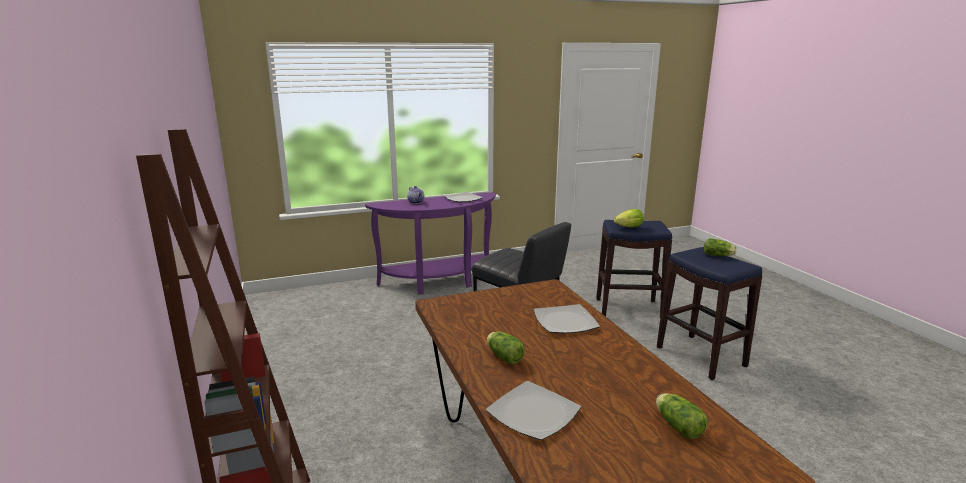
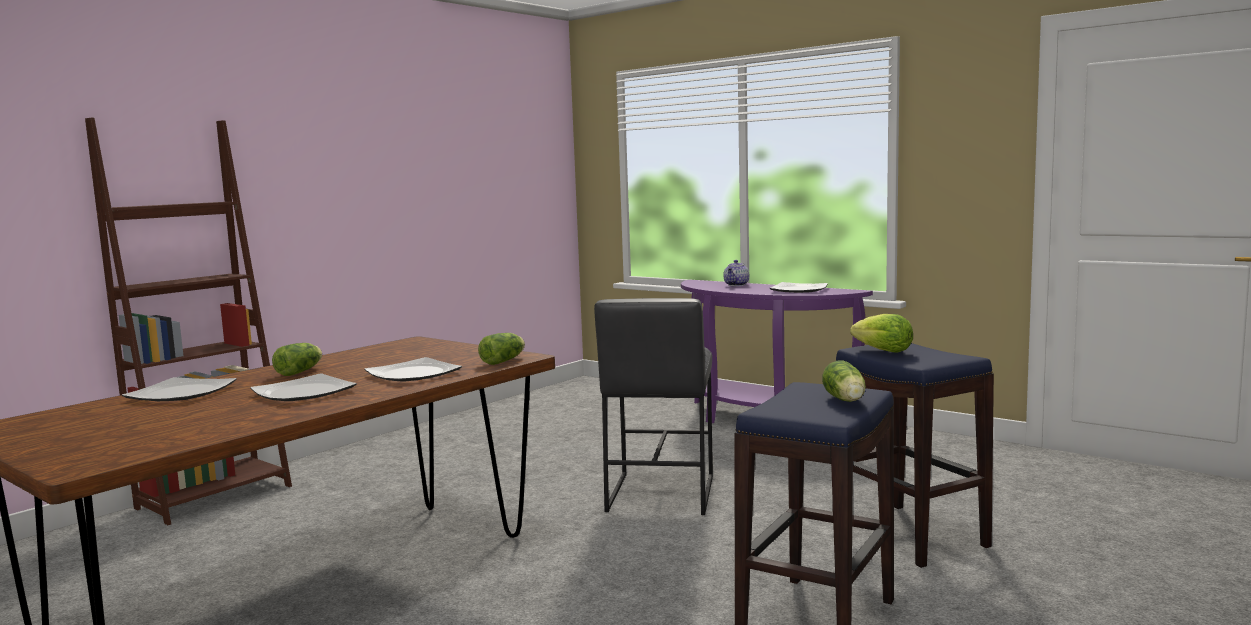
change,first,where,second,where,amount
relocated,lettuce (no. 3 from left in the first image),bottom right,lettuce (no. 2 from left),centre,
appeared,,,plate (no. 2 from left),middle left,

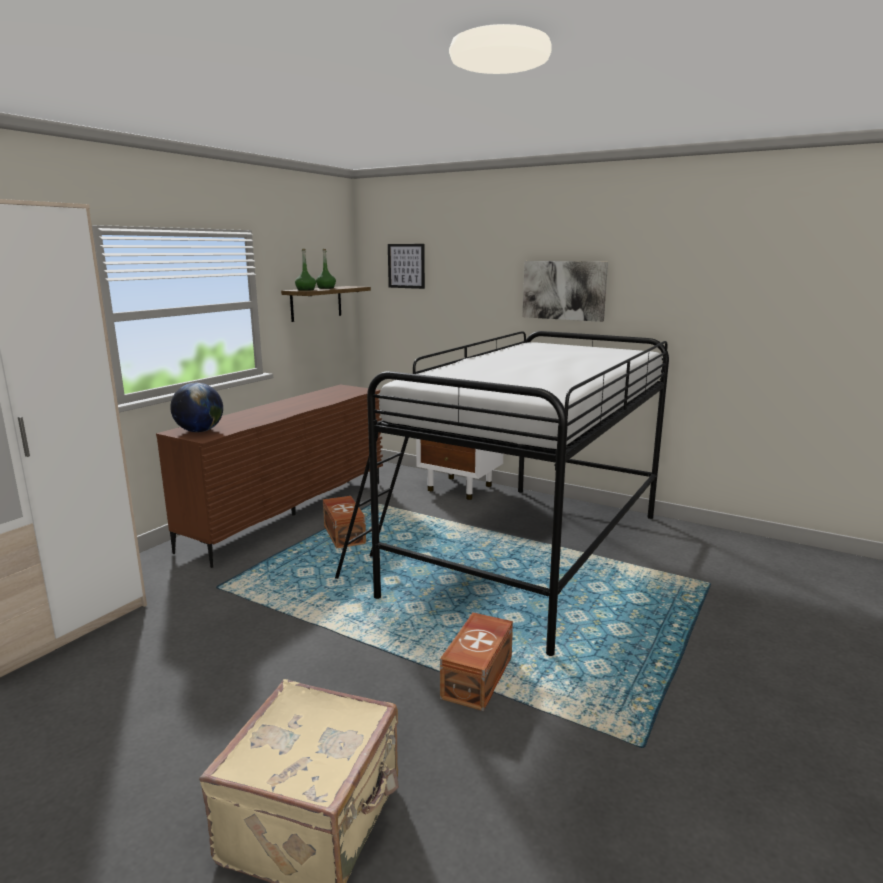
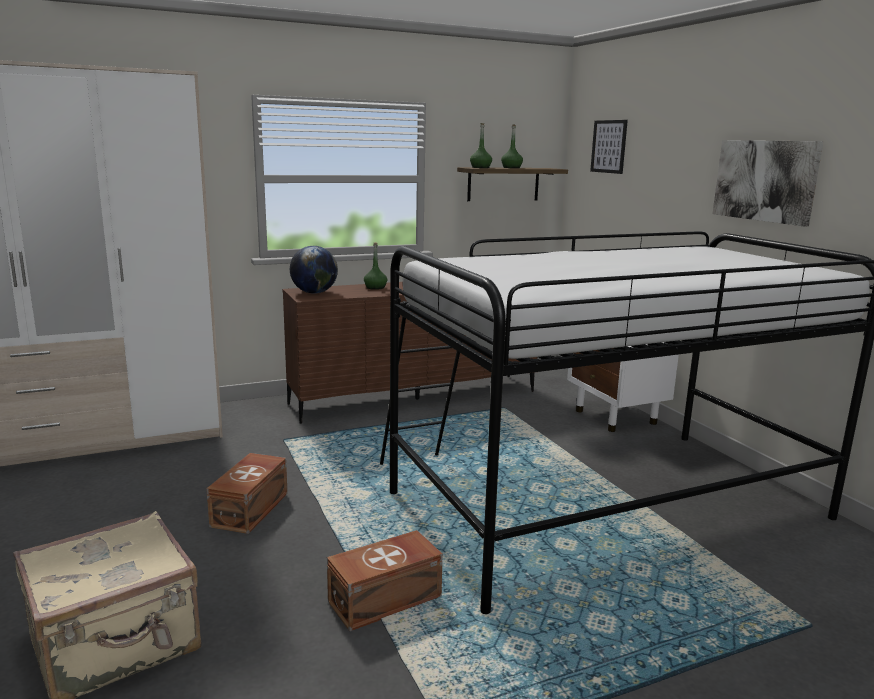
change,first,where,second,where,amount
relocated,brown storage box (no. 1 from left),centre,,bottom left,
appeared,,,green bottle (no. 1 from left),centre,

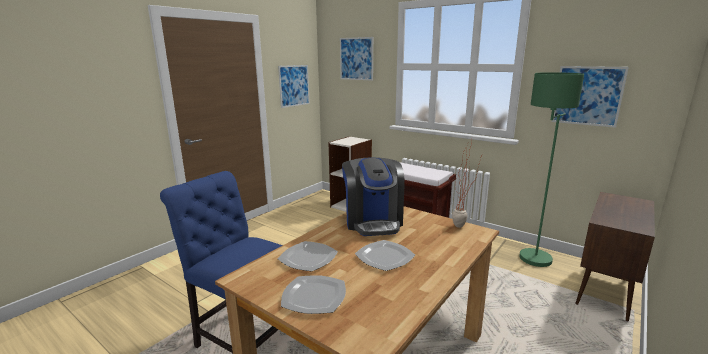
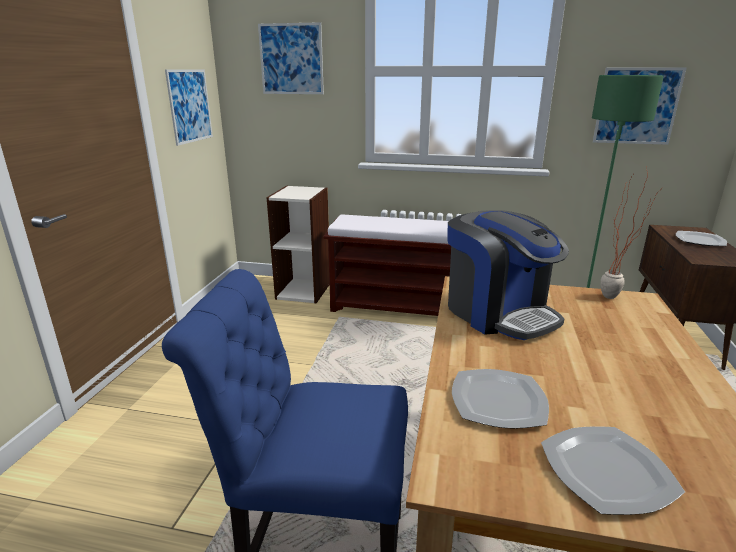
change,first,where,second,where,amount
relocated,plate (no. 3 from left),bottom centre,,middle right,

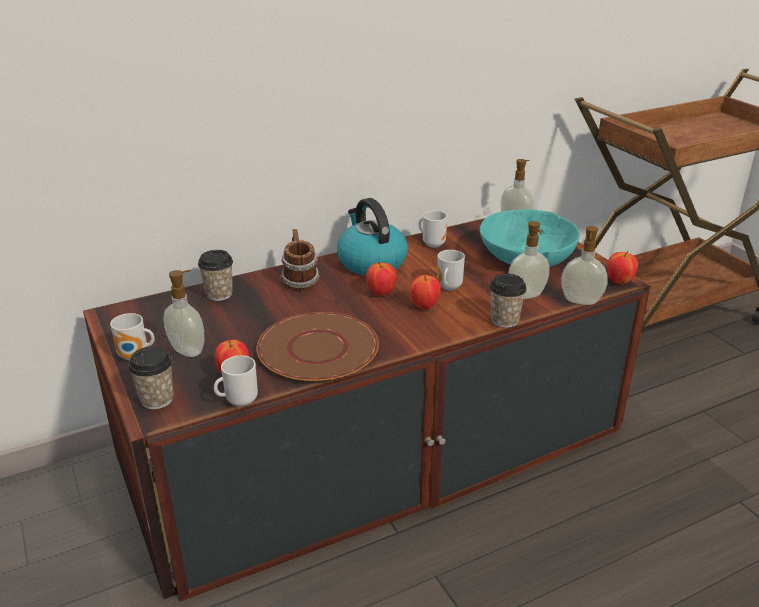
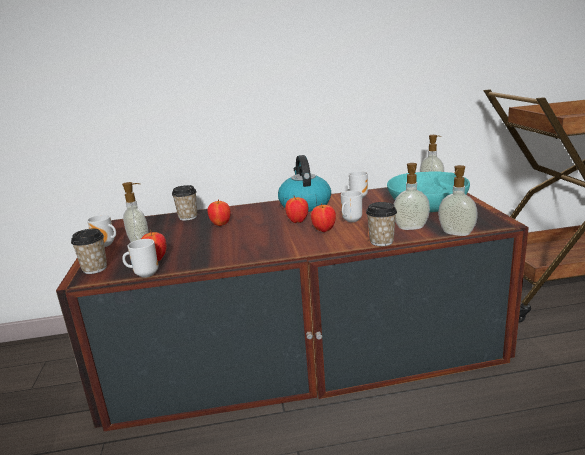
change,first,where,second,where,amount
missing,mug (no. 3 from left),centre,,,
relocated,apple (no. 4 from left in the first image),middle right,apple (no. 2 from left),centre,
missing,brown plate,centre,,,

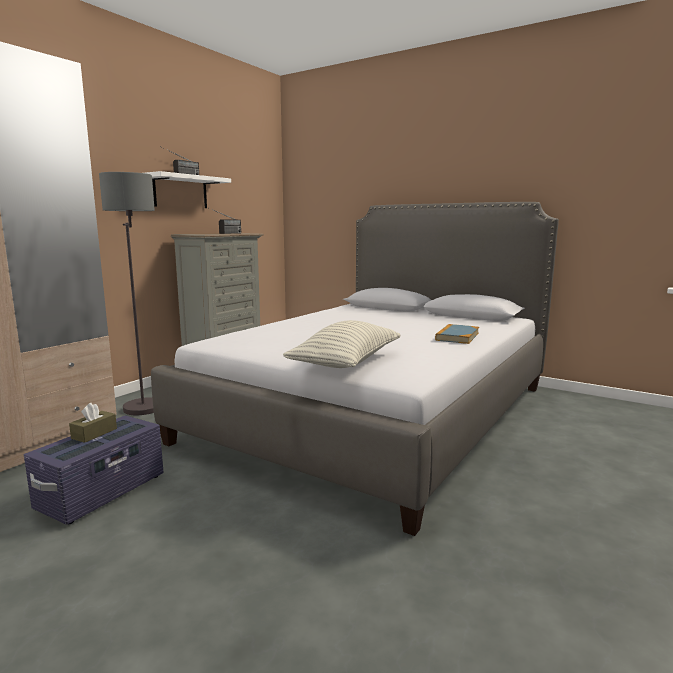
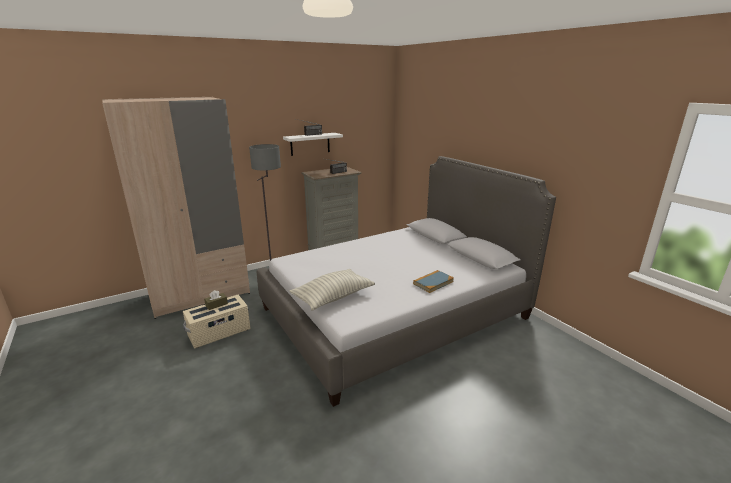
change,first,where,second,where,amount
colour,purple storage box,bottom left,beige storage box,middle left,

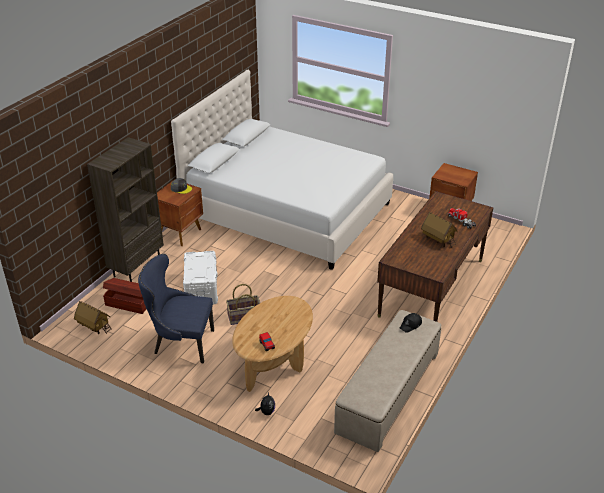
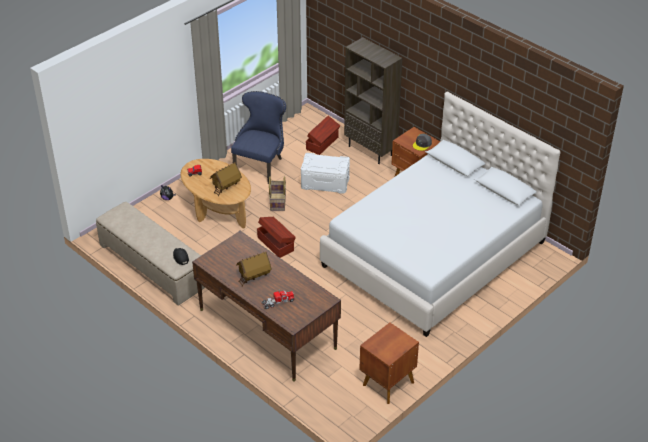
change,first,where,second,where,amount
relocated,toy house (no. 1 from left),middle left,,centre,
appeared,,,brown storage box (no. 1 from left),centre,

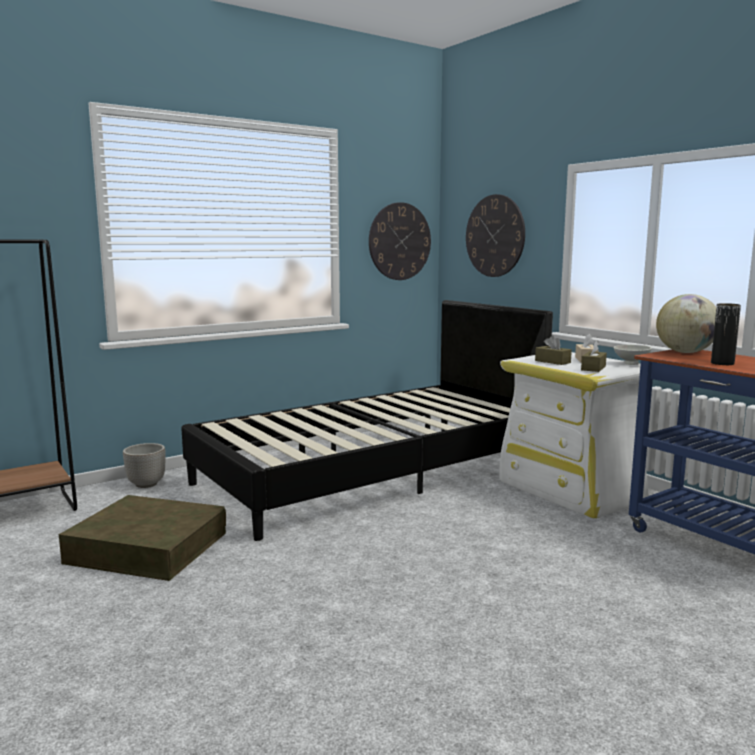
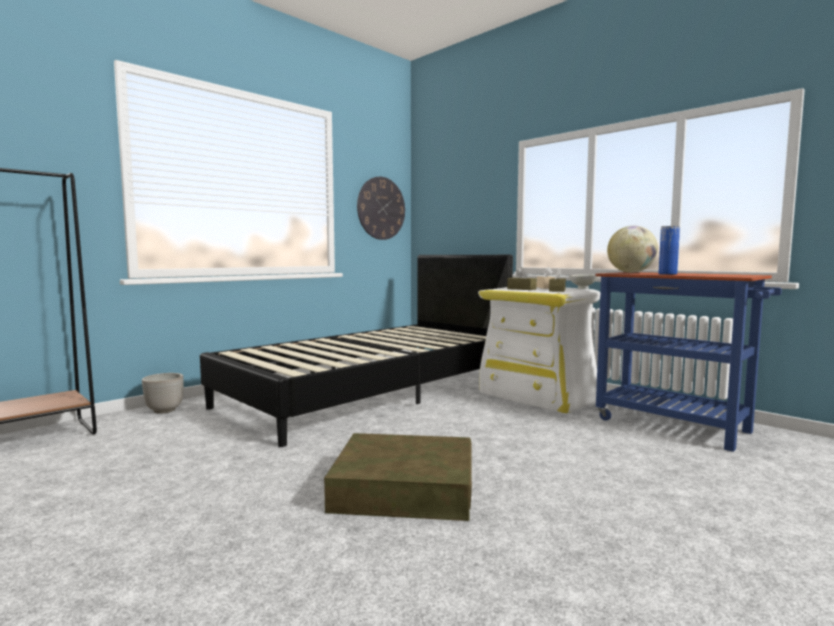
change,first,where,second,where,amount
missing,wall clock (no. 2 from left),top centre,,,
colour,black vase,middle right,blue vase,middle right,
relocated,brown storage box,bottom left,,bottom centre,

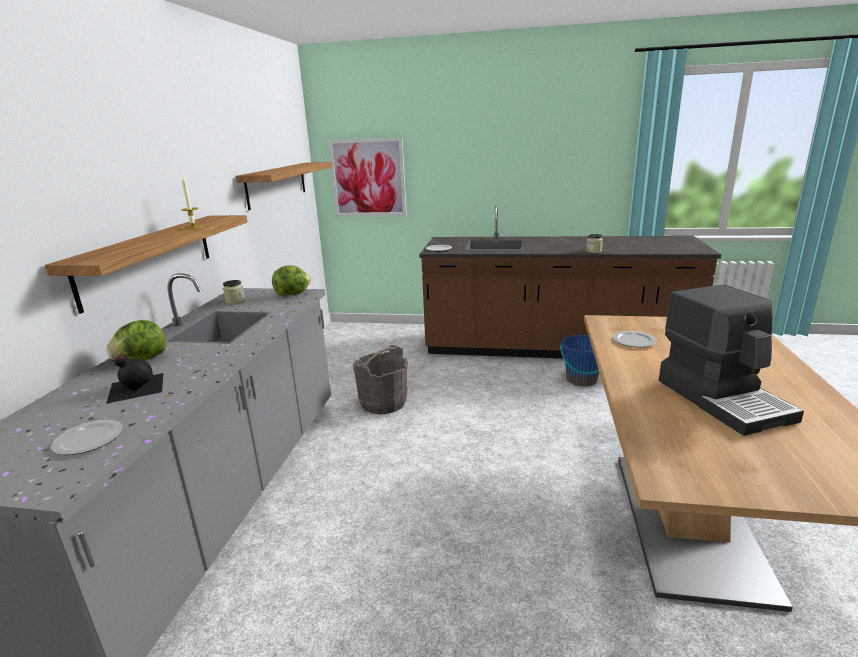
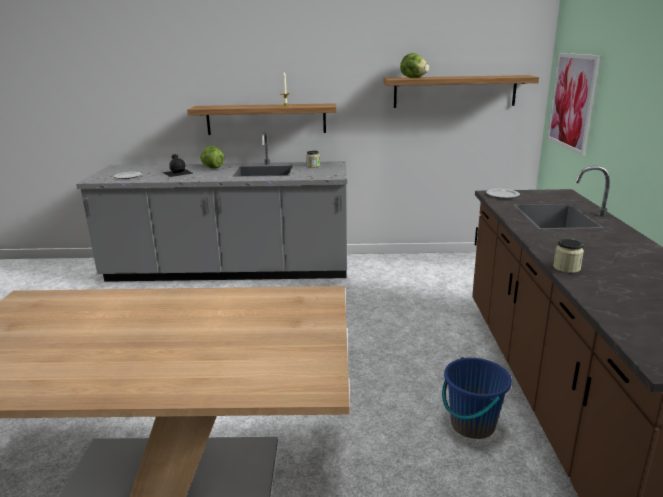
change,first,where,second,where,amount
relocated,lettuce (no. 2 from left),centre,,top centre,
missing,coffee machine,middle right,,,
missing,plate (no. 3 from left),middle right,,,
missing,grey bucket,centre,,,

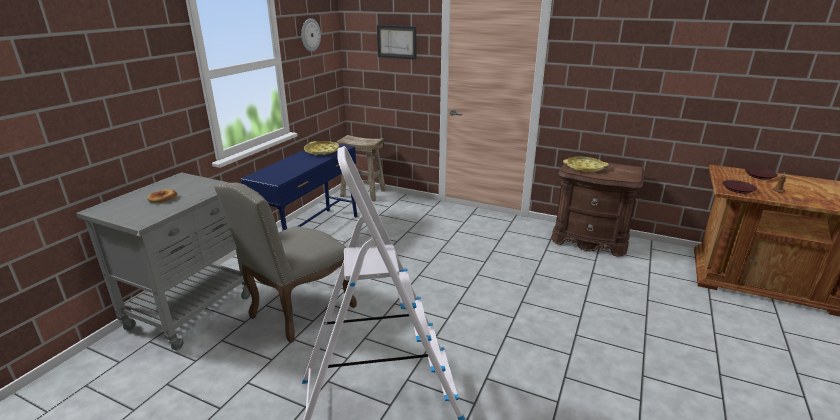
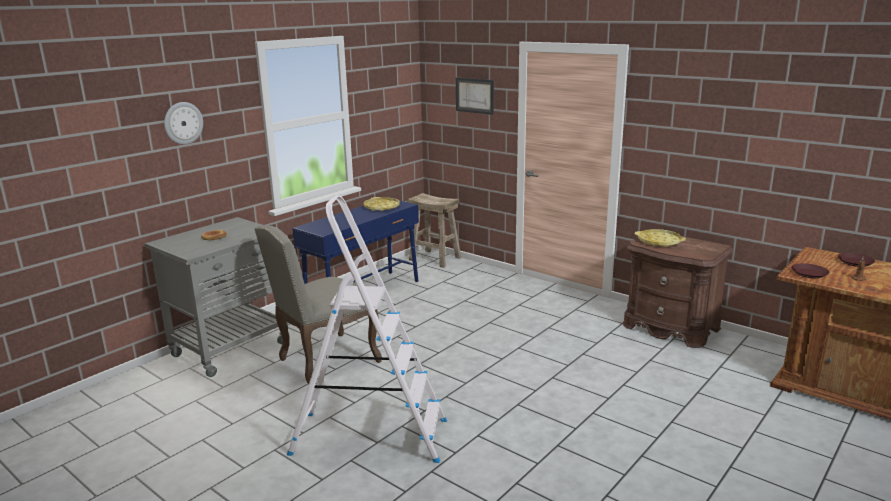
change,first,where,second,where,amount
relocated,wall clock,top centre,,top left,

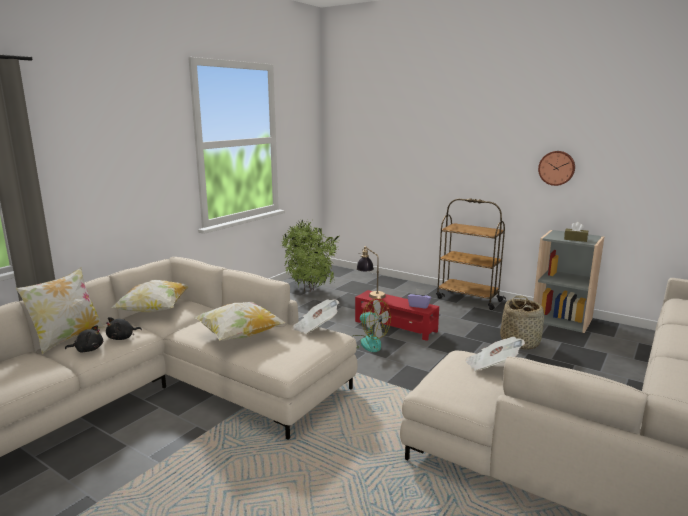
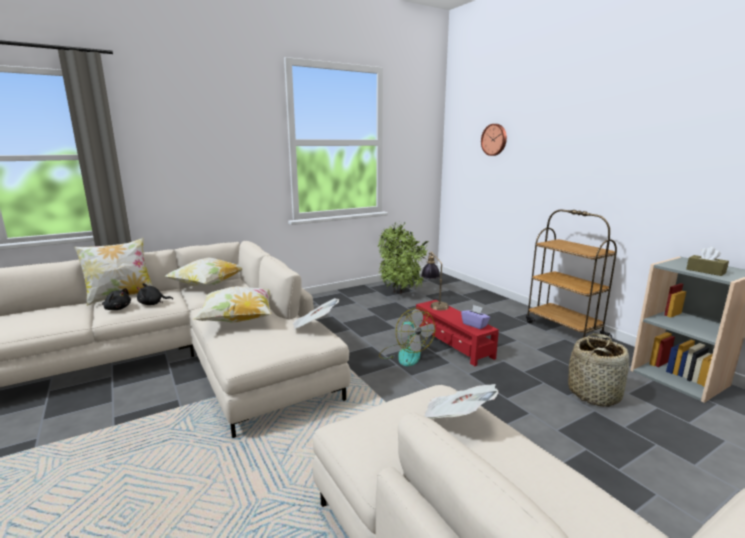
change,first,where,second,where,amount
relocated,wall clock,top right,,top centre,

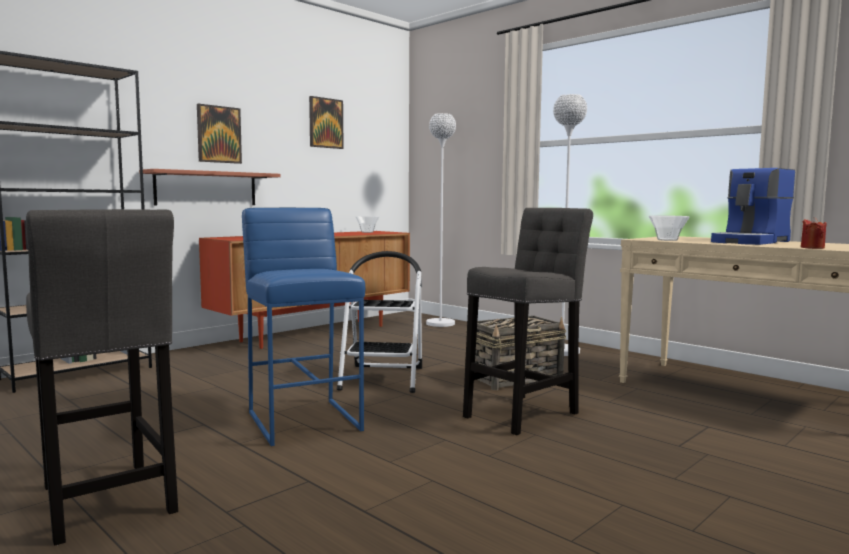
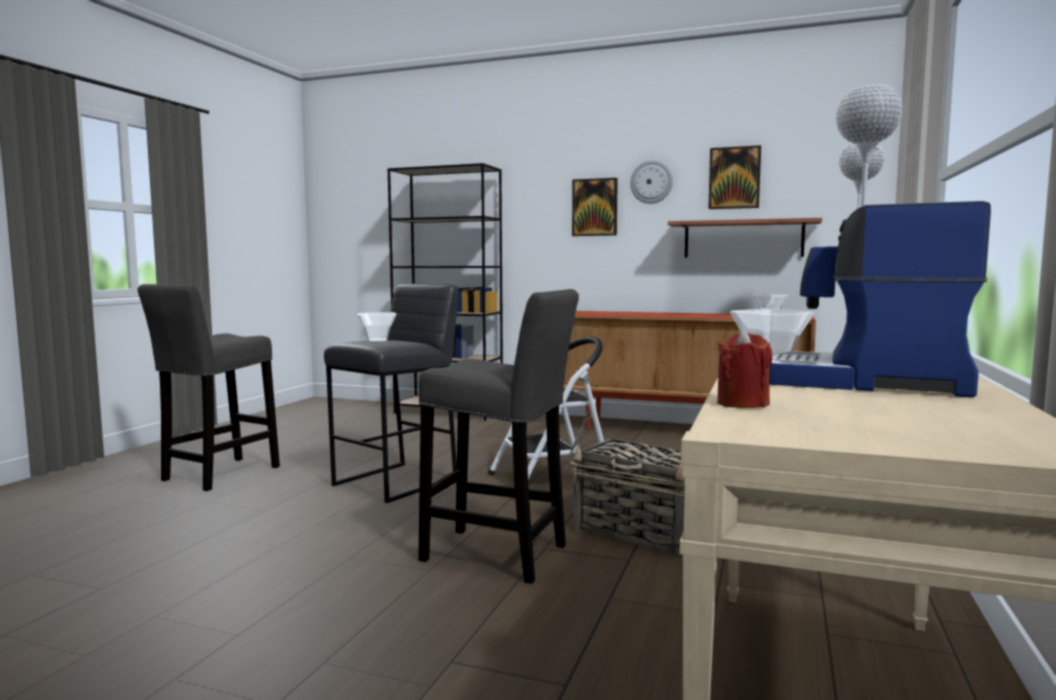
change,first,where,second,where,amount
relocated,shelf,middle left,,middle right,
colour,blue stool,centre,grey stool (no. 2 from left),centre,
appeared,,,wall clock,top centre,
appeared,,,bowl (no. 1 from left),centre,

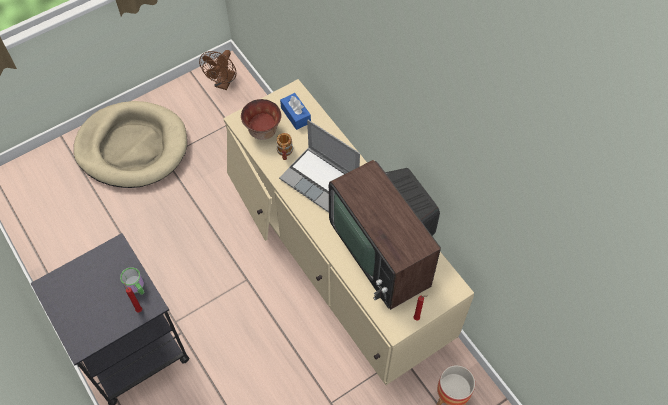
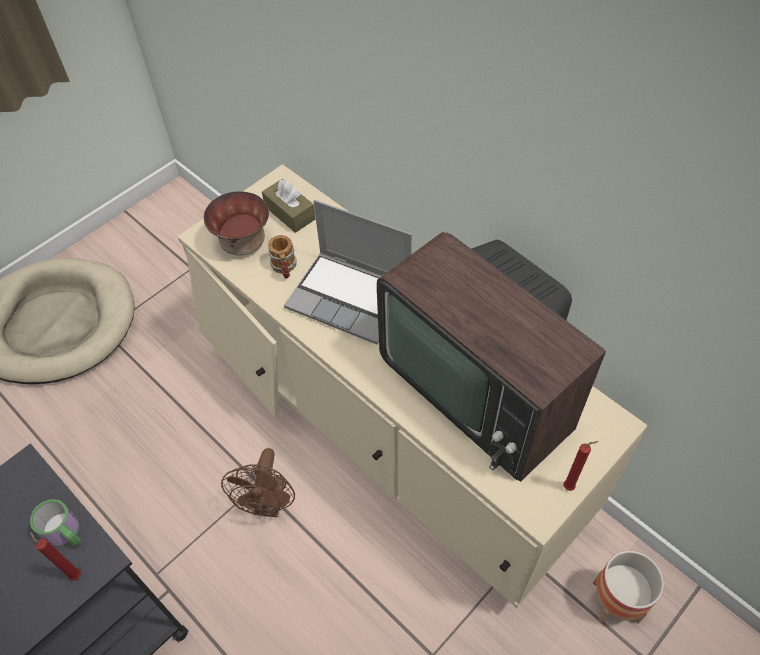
change,first,where,second,where,amount
relocated,brown fan,top left,,bottom centre,
colour,blue tissue box,top centre,brown tissue box,top centre,

